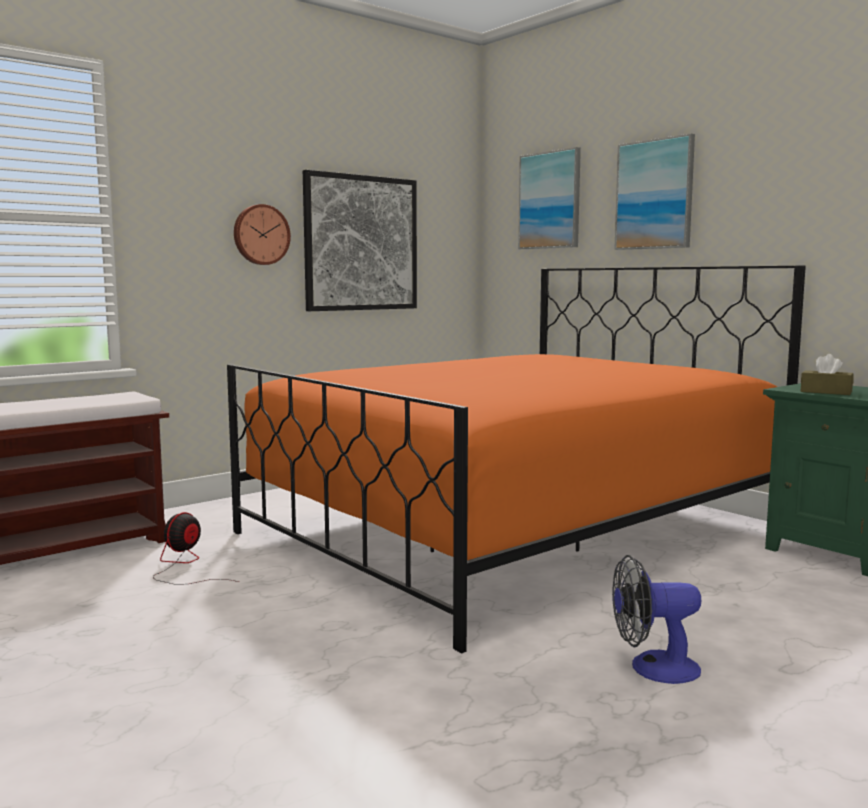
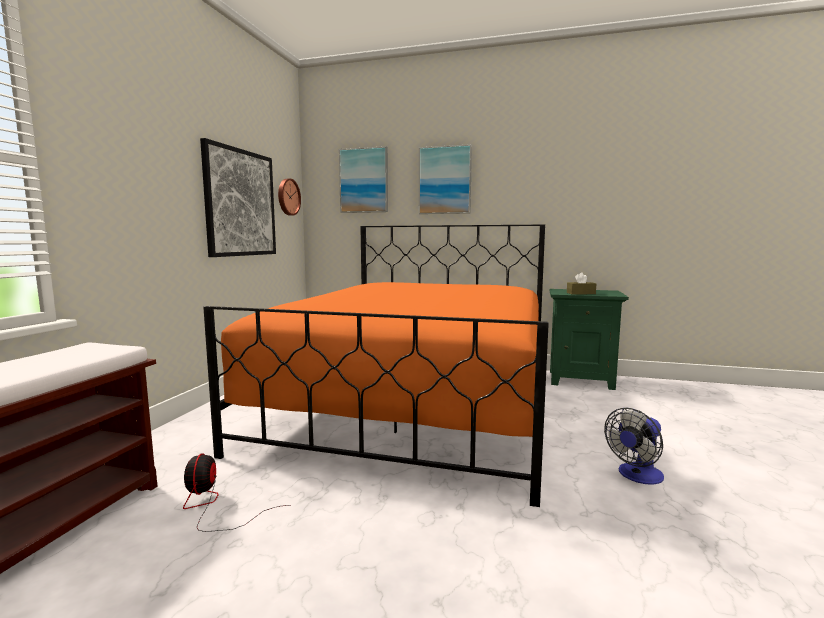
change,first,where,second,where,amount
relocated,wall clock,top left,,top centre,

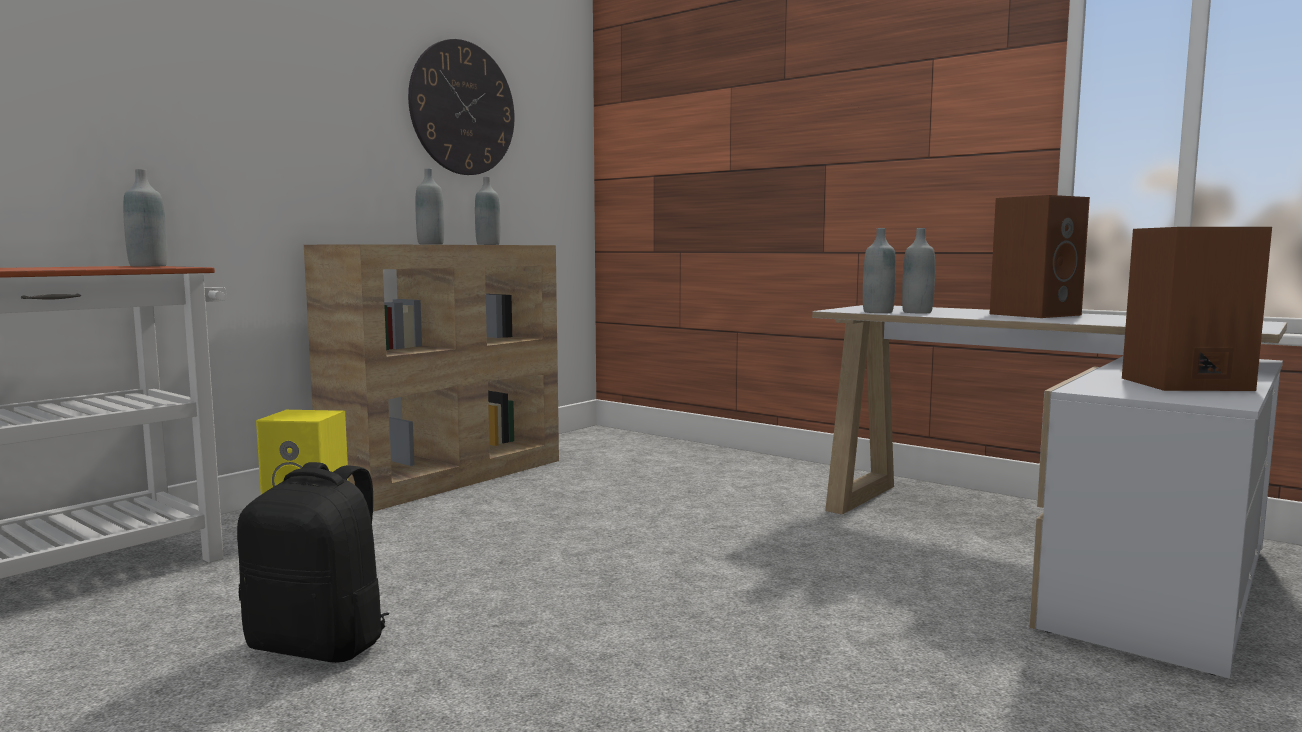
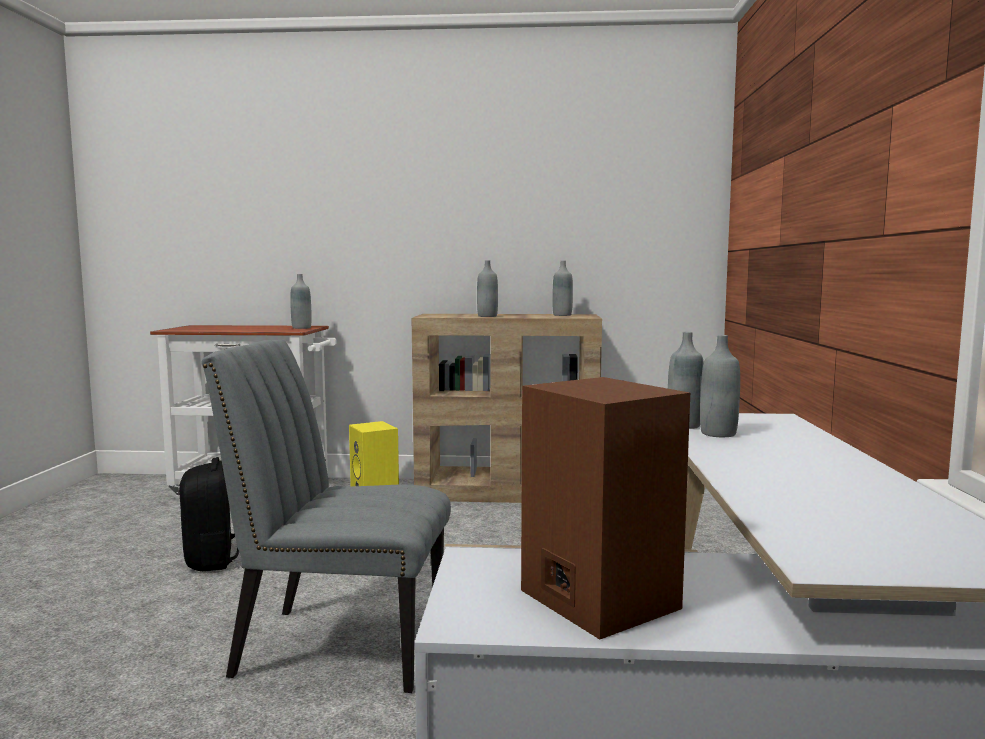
change,first,where,second,where,amount
missing,wall clock,top centre,,,
missing,brown speaker (no. 1 from left),middle right,,,
appeared,,,grey chair,bottom left,

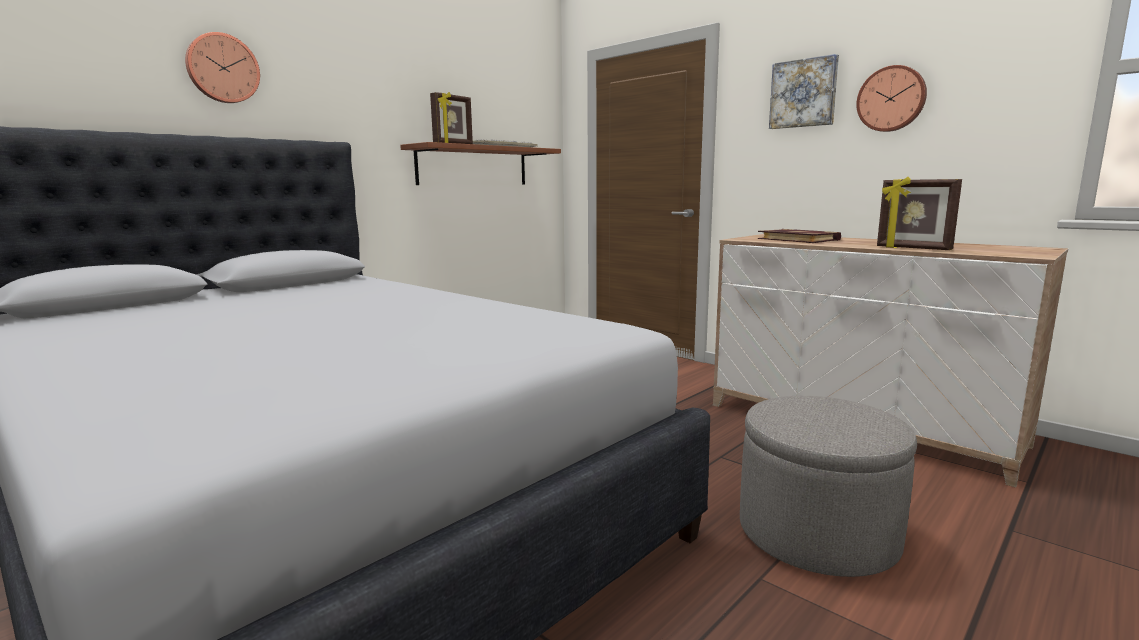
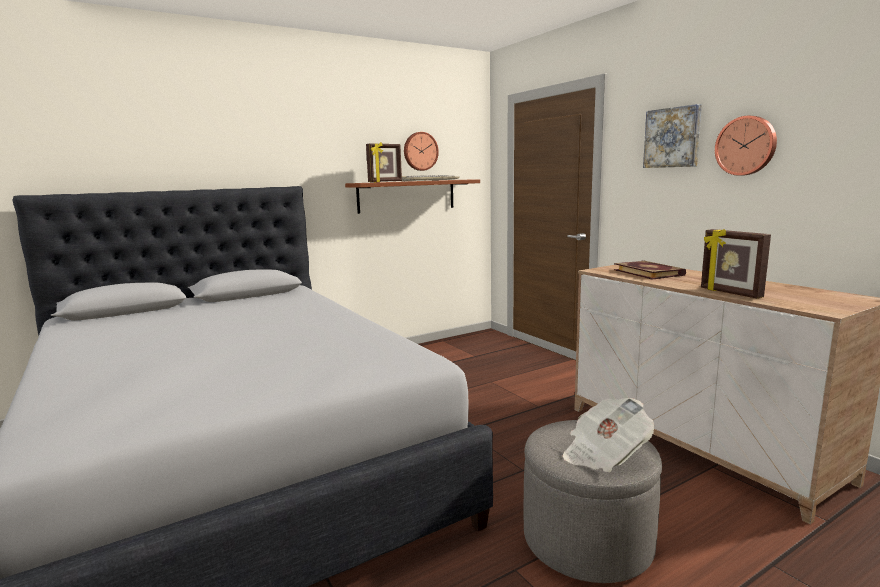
change,first,where,second,where,amount
relocated,wall clock (no. 1 from left),top left,,top centre,
appeared,,,newspaper,bottom right,

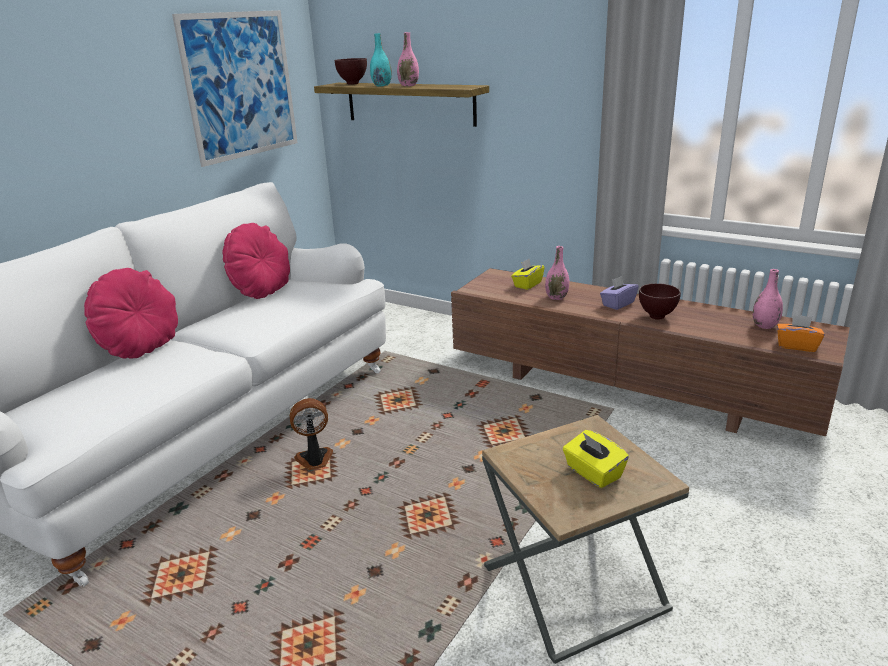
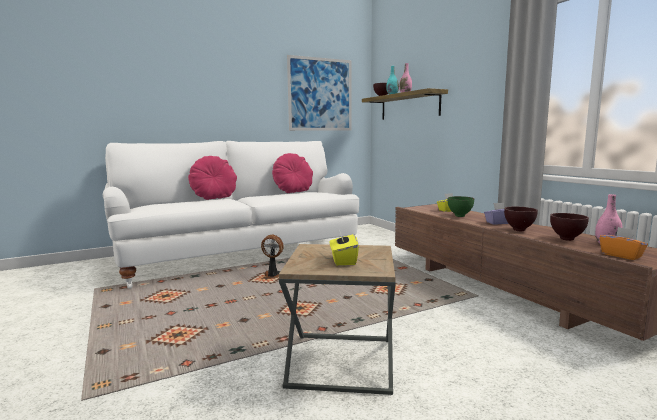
change,first,where,second,where,amount
exchanged,pink vase (no. 2 from left),centre,green bowl,middle right,
appeared,,,brown bowl (no. 3 from left),middle right,

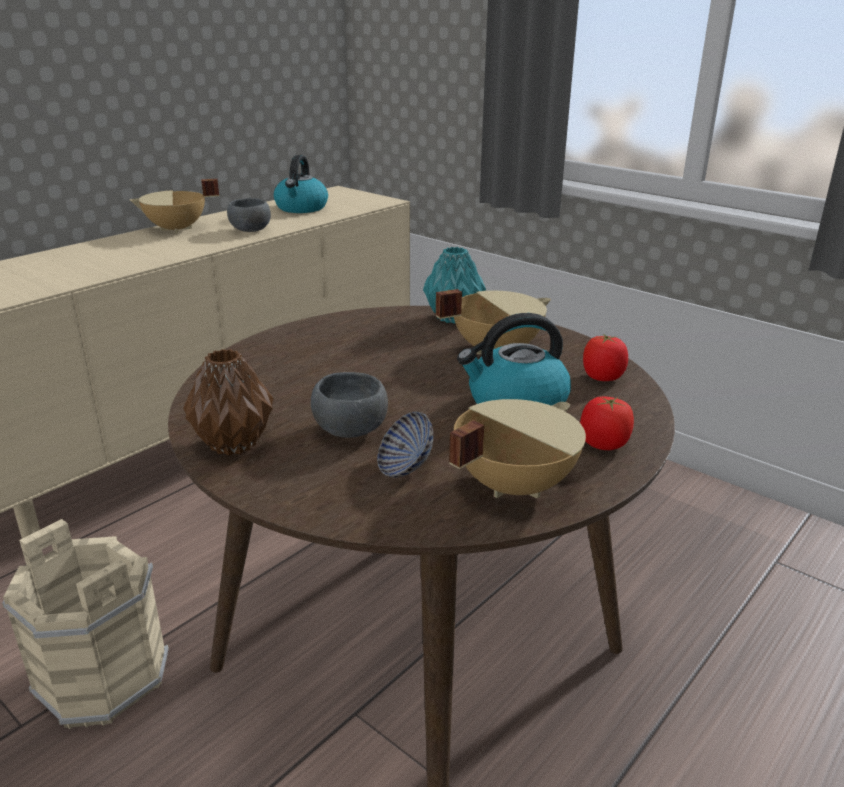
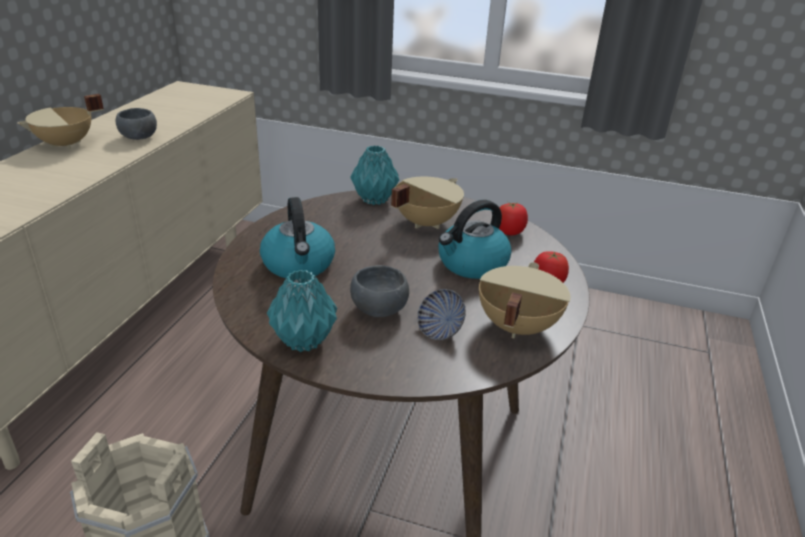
change,first,where,second,where,amount
relocated,kettle (no. 1 from left),top centre,,centre,
colour,brown vase,middle left,turquoise vase (no. 1 from left),centre,

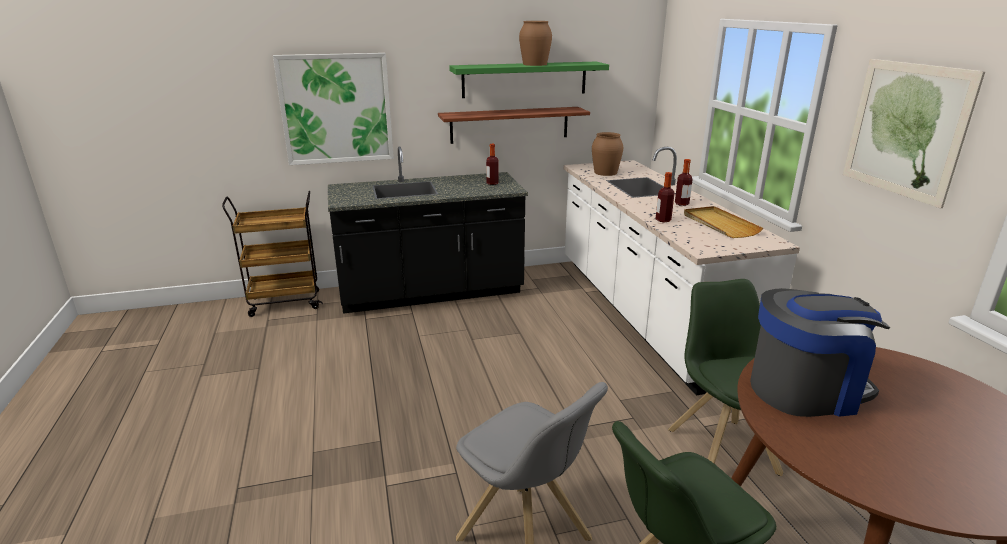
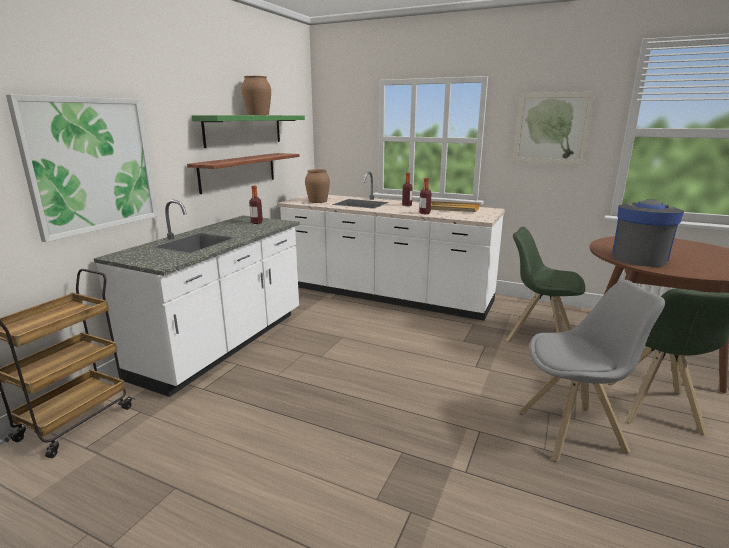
change,first,where,second,where,amount
colour,black counter,centre,white counter (no. 1 from left),middle left,

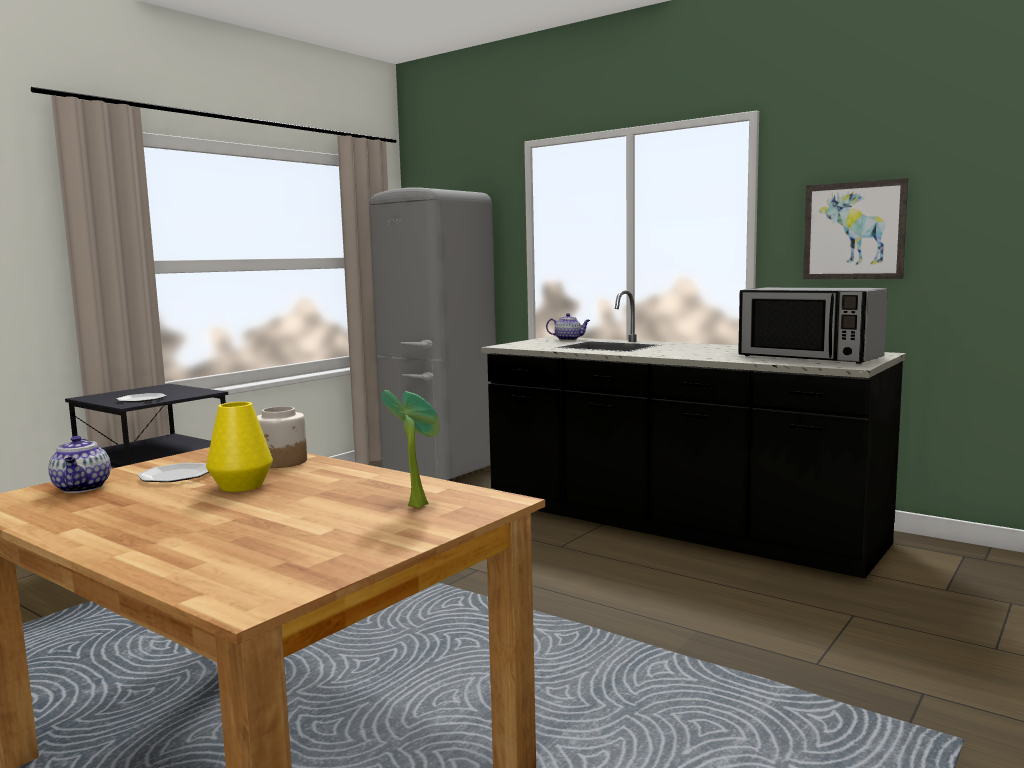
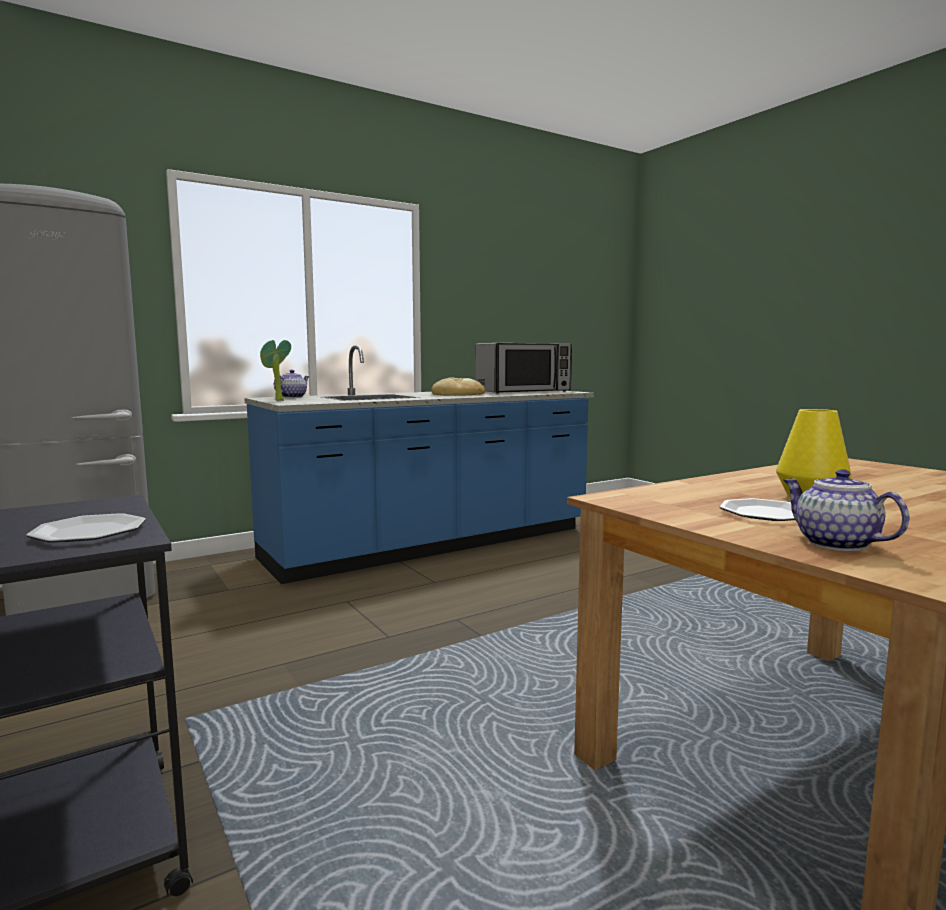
change,first,where,second,where,amount
missing,picture,top right,,,
colour,black counter,middle right,blue counter,centre,
relocated,potted plant,centre,,middle left,
missing,jar,middle left,,,
spun,teapot (no. 1 from left in the first image),middle left,teapot (no. 2 from left),middle right,120 degrees counterclockwise
appeared,,,bread,centre,

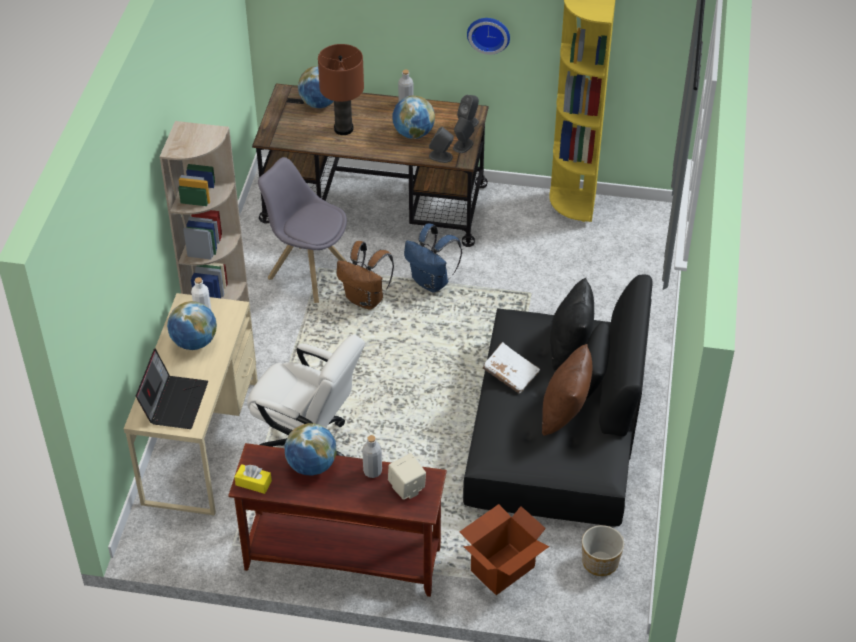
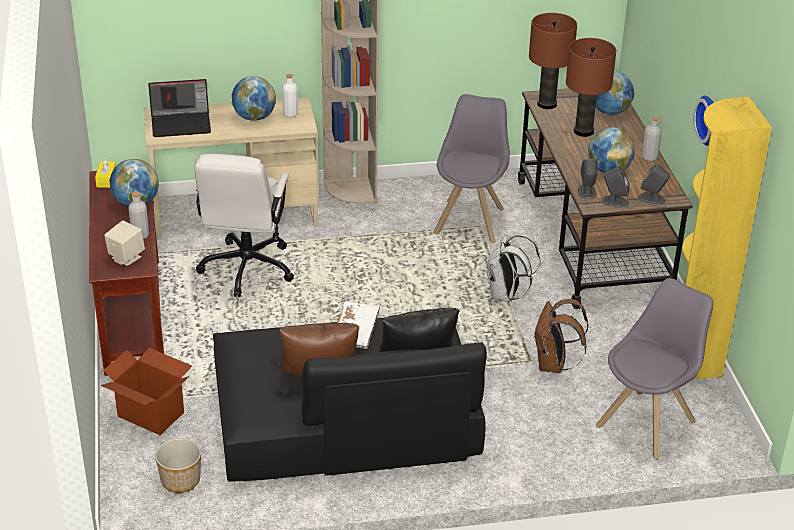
change,first,where,second,where,amount
colour,blue backpack,centre,white backpack,centre,
relocated,brown backpack,centre,,middle right,
appeared,,,brown table lamp (no. 1 from left),top right,
appeared,,,grey chair (no. 2 from left),bottom right,

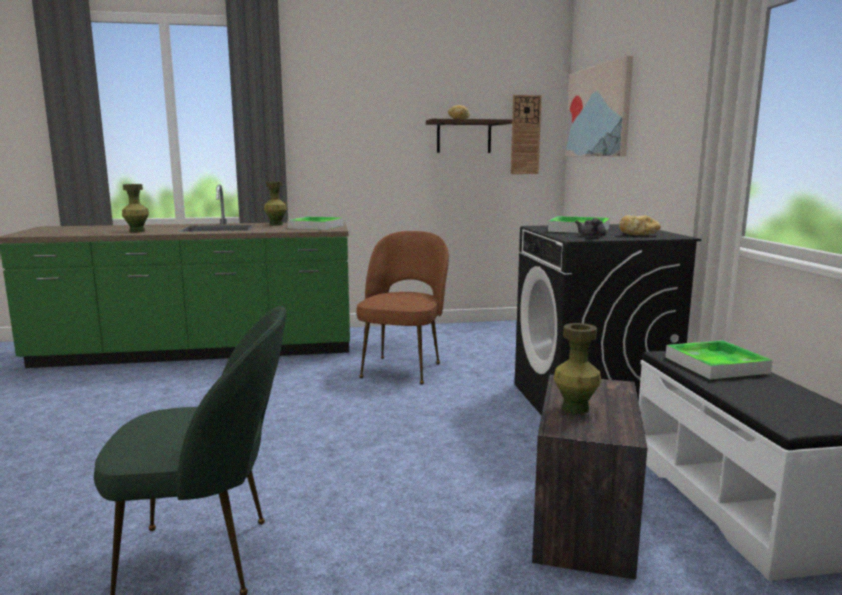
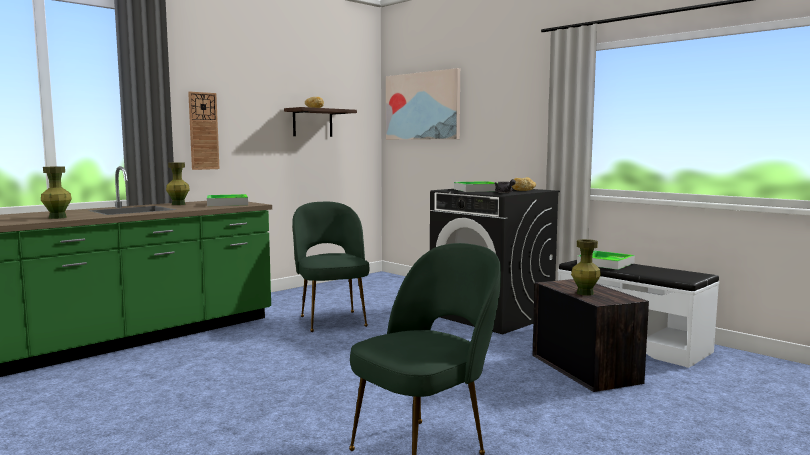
change,first,where,second,where,amount
relocated,wall clock,top centre,,top left,
colour,brown chair,centre,green chair (no. 1 from left),centre,

